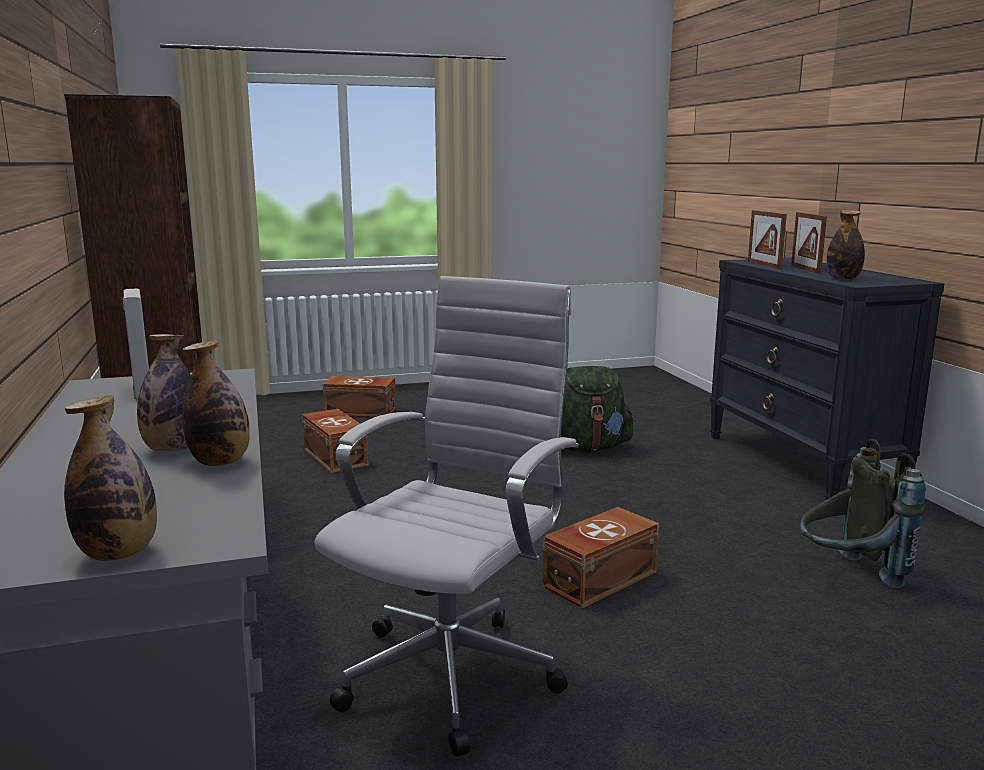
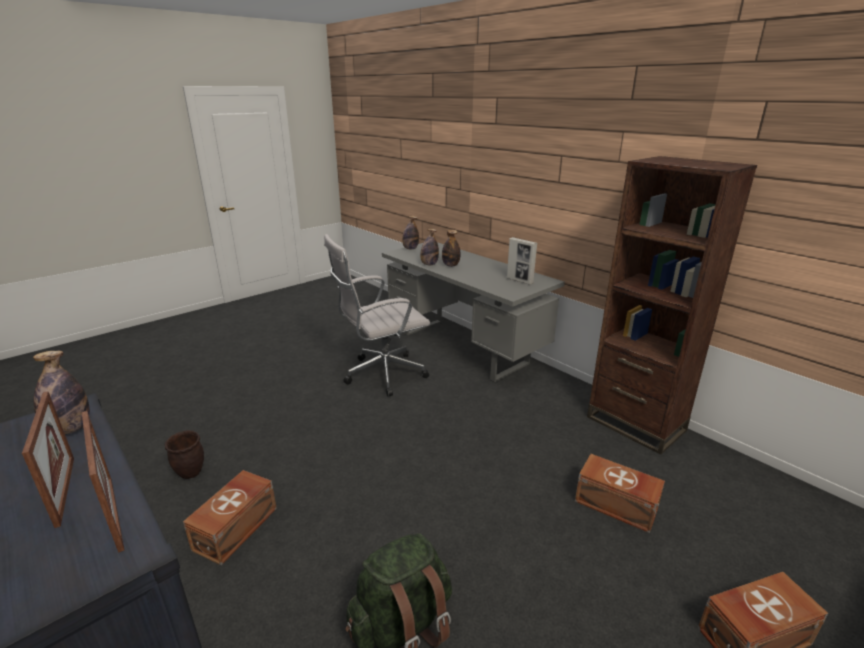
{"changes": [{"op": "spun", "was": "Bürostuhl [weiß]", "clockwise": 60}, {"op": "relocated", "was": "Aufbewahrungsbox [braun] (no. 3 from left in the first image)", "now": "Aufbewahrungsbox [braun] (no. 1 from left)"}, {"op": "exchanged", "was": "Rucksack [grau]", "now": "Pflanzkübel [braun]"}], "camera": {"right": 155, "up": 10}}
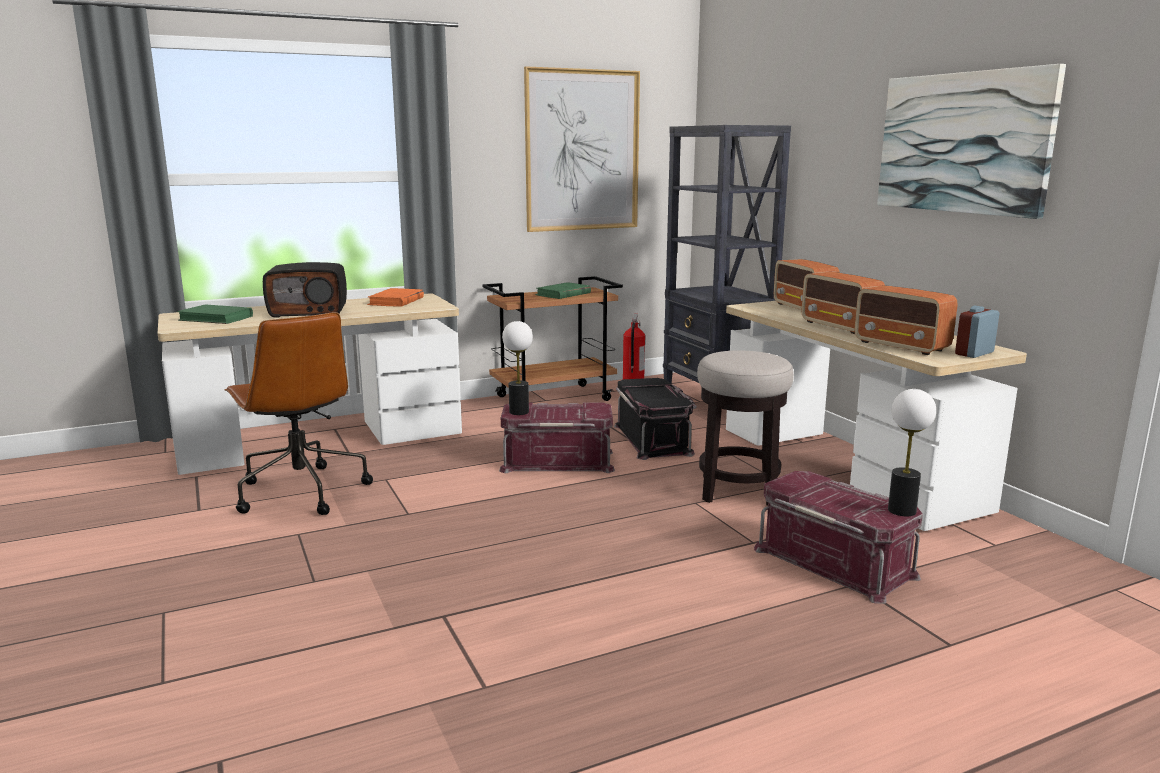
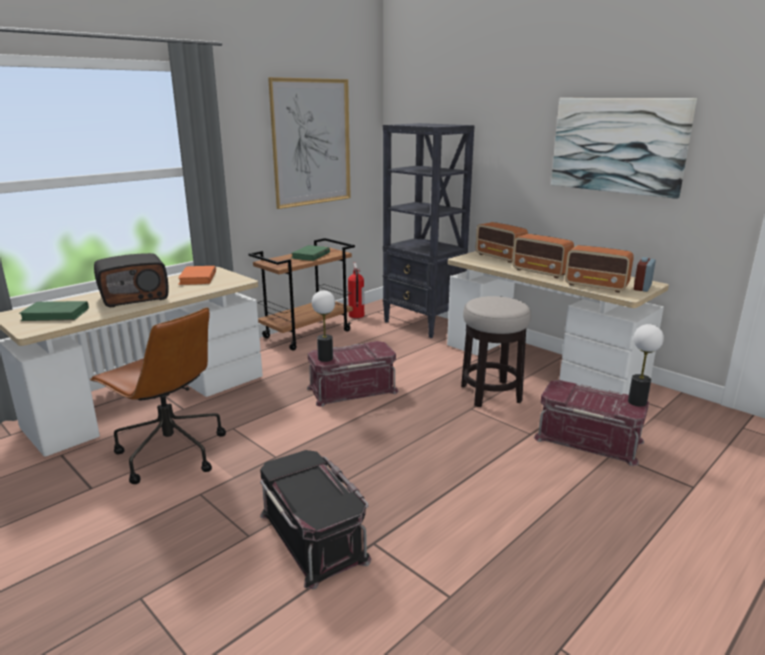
{"changes": [{"op": "relocated", "was": "Aufbewahrungsbox [schwarz]"}], "camera": {"right": -20, "up": 5}}
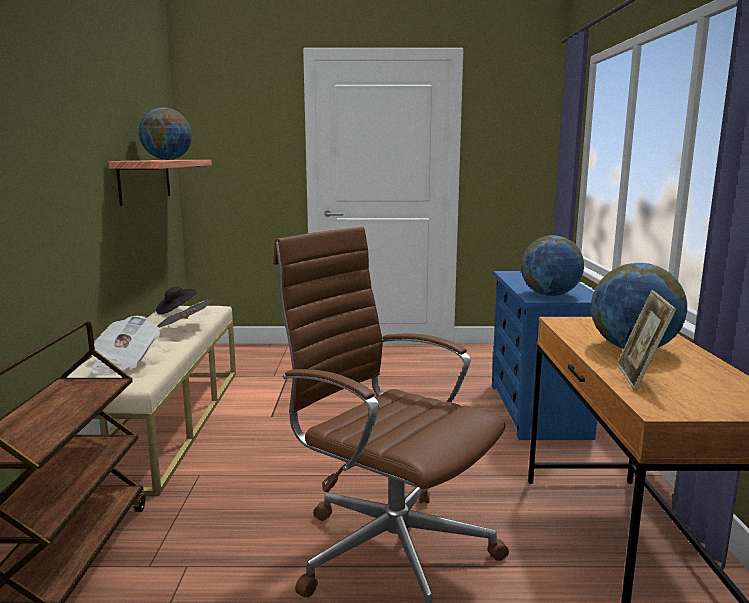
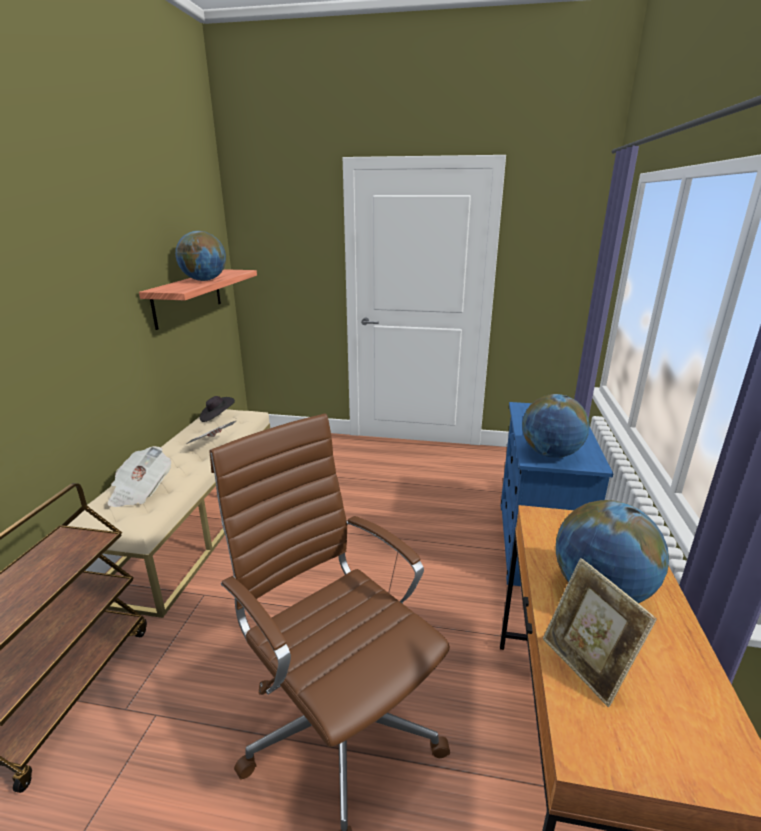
{"changes": [{"op": "spun", "was": "Bilderrahmen", "clockwise": -45}], "camera": {"right": 10, "up": 10}}
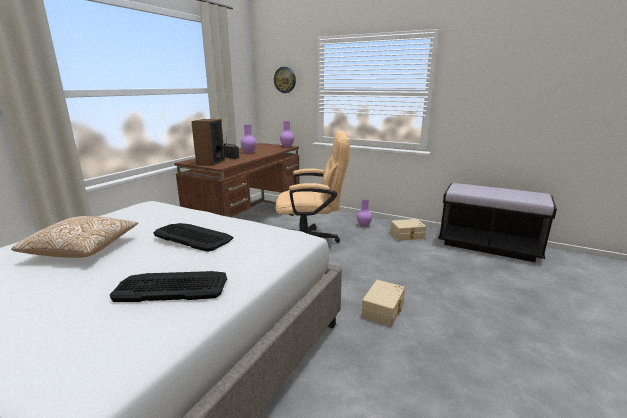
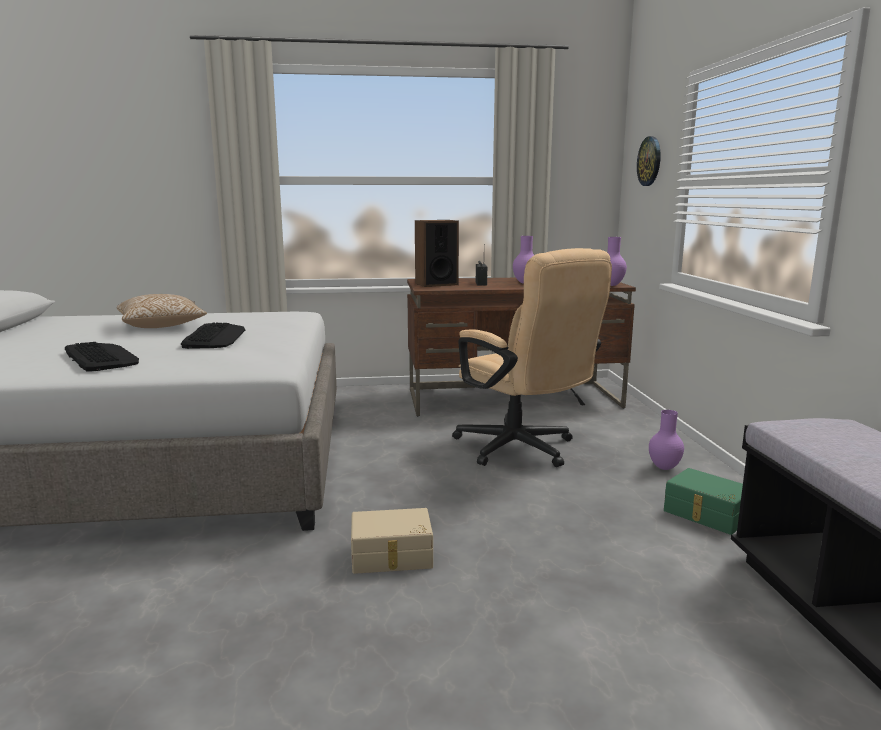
{"changes": [{"op": "colour", "was": "Aufbewahrungsbox [beige] (no. 2 from left)", "now": "Aufbewahrungsbox [grün]"}], "camera": {"right": 55, "up": -5}}
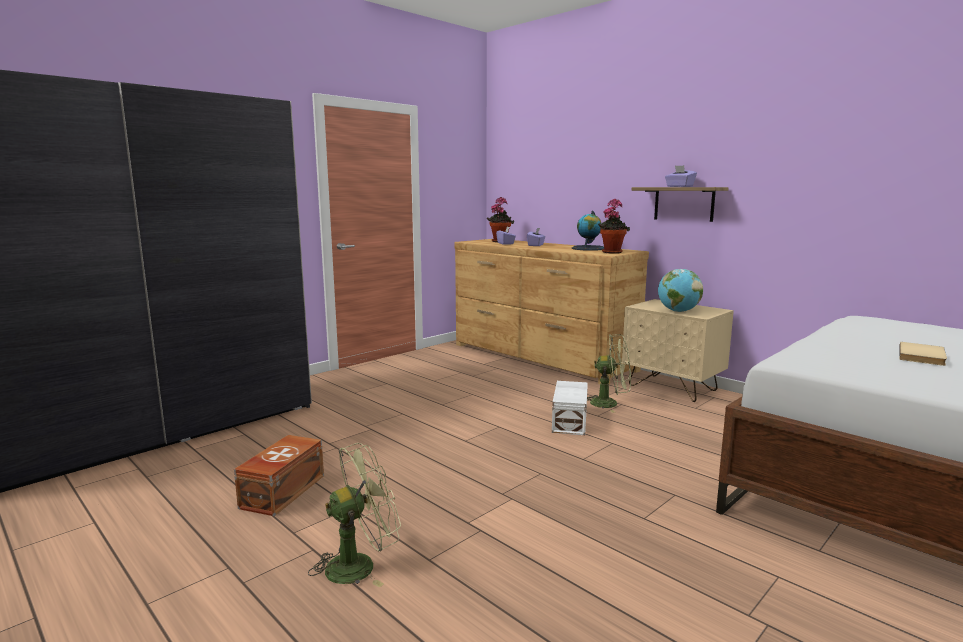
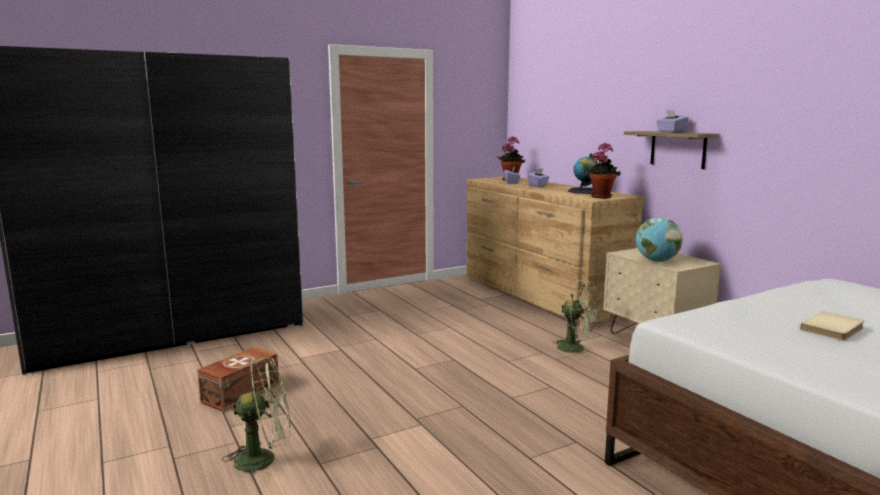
{"changes": [{"op": "missing", "was": "Aufbewahrungsbox [weiß]"}], "camera": {"right": 15, "up": 0}}
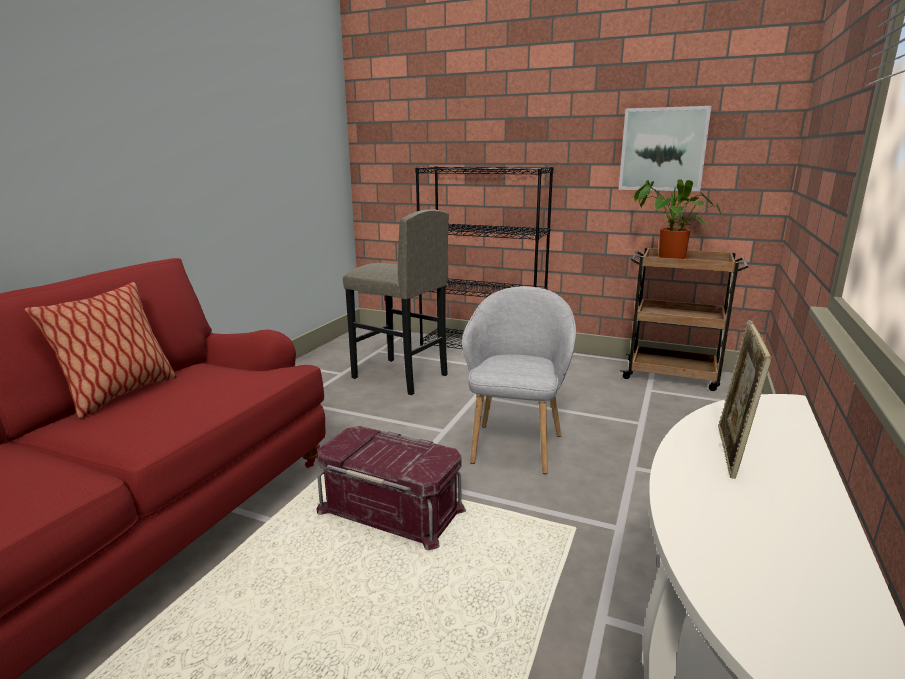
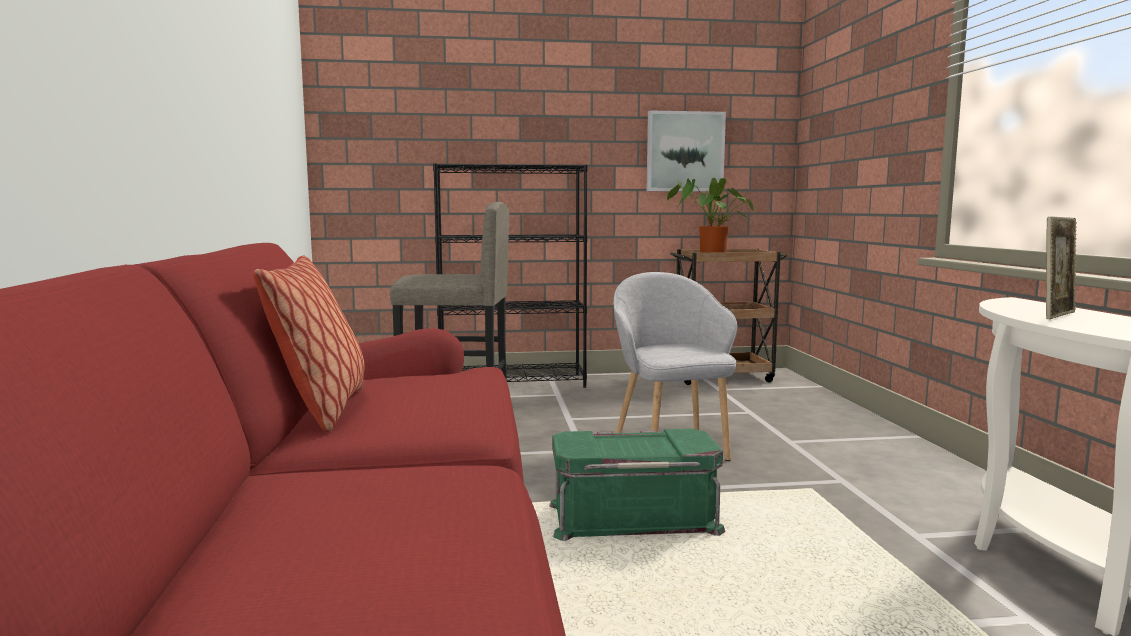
{"changes": [{"op": "colour", "was": "Aufbewahrungsbox [rot]", "now": "Aufbewahrungsbox [grün]"}, {"op": "spun", "was": "Bilderrahmen", "clockwise": -120}], "camera": {"right": -30, "up": -10}}
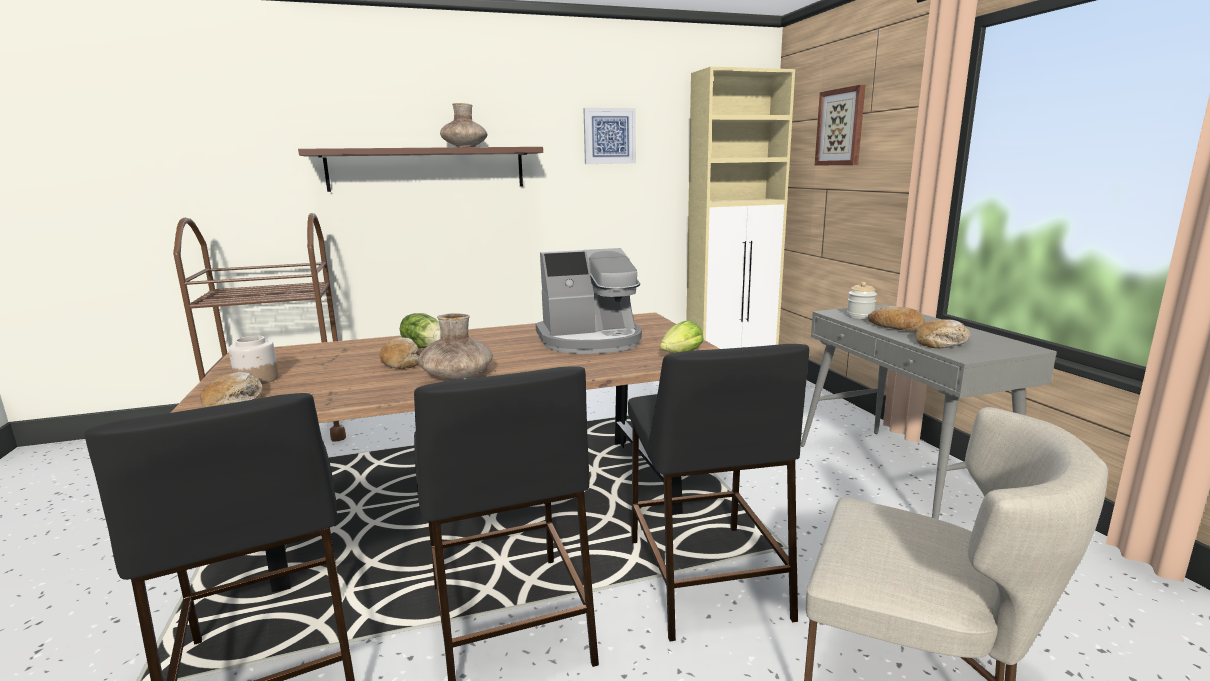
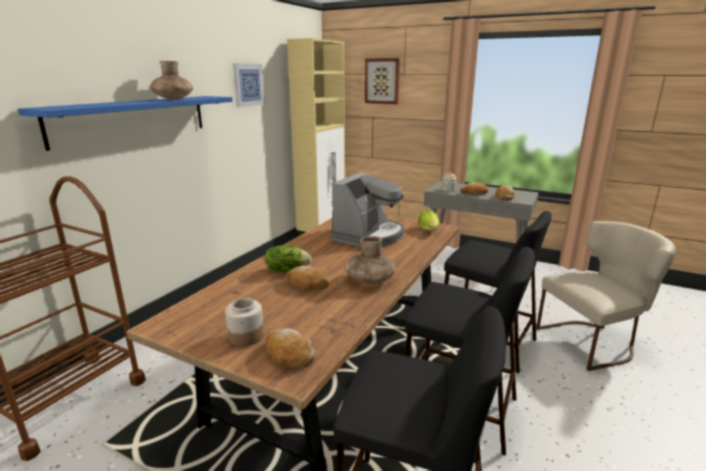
{"changes": [{"op": "colour", "was": "Wandregal [braun]", "now": "Wandregal [blau]"}], "camera": {"right": -45, "up": 5}}
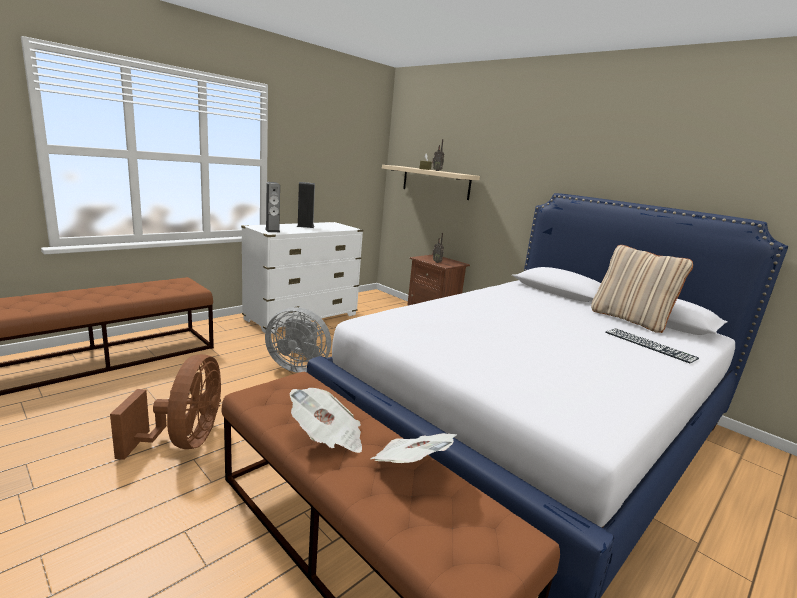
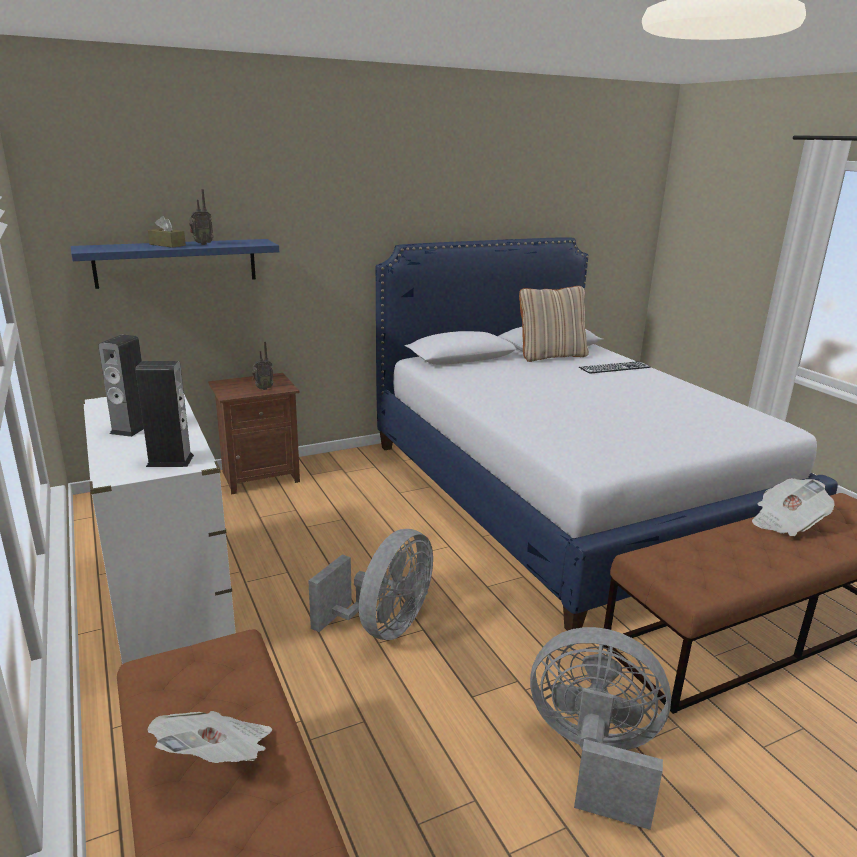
{"changes": [{"op": "colour", "was": "Ventilator [braun]", "now": "Ventilator [grau] (no. 2 from left)"}, {"op": "relocated", "was": "Zeitung (no. 1 from left)"}, {"op": "colour", "was": "Wandregal [beige]", "now": "Wandregal [blau]"}], "camera": {"right": -70, "up": 5}}
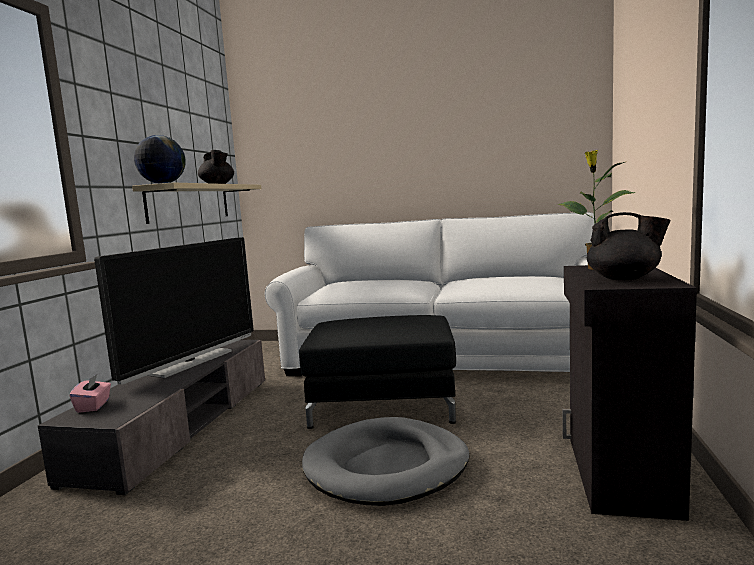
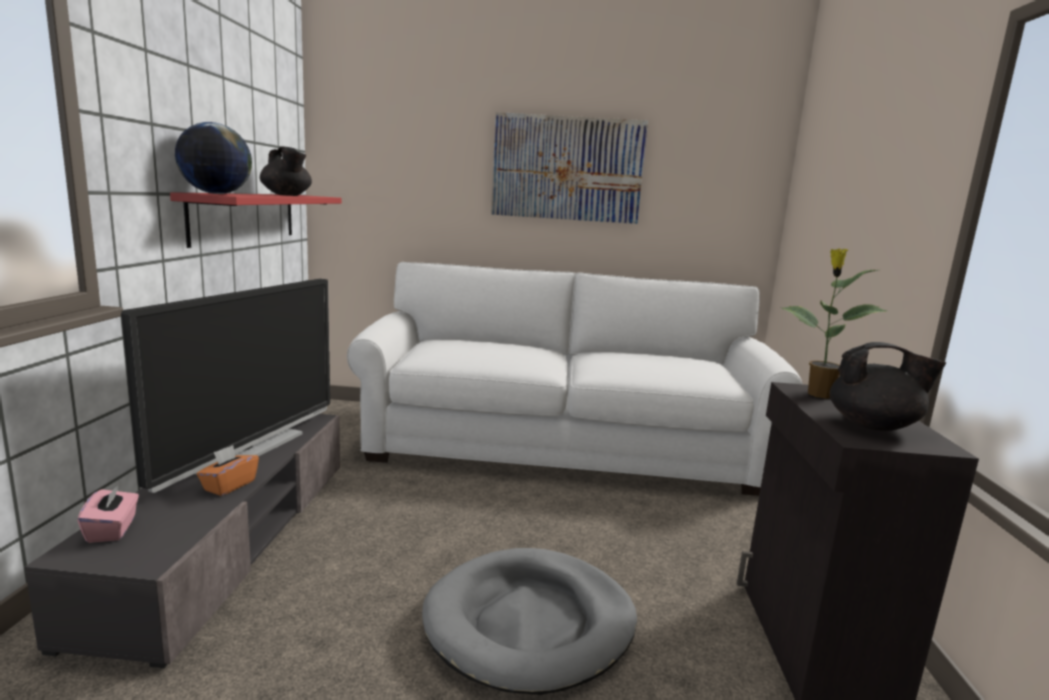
{"changes": [{"op": "colour", "was": "Wandregal [beige]", "now": "Wandregal [rot]"}, {"op": "missing", "was": "Polsterhocker [schwarz]"}, {"op": "appeared", "now": "Taschentuchbox [orange]"}, {"op": "appeared", "now": "Bild"}], "camera": {"right": -10, "up": 5}}
